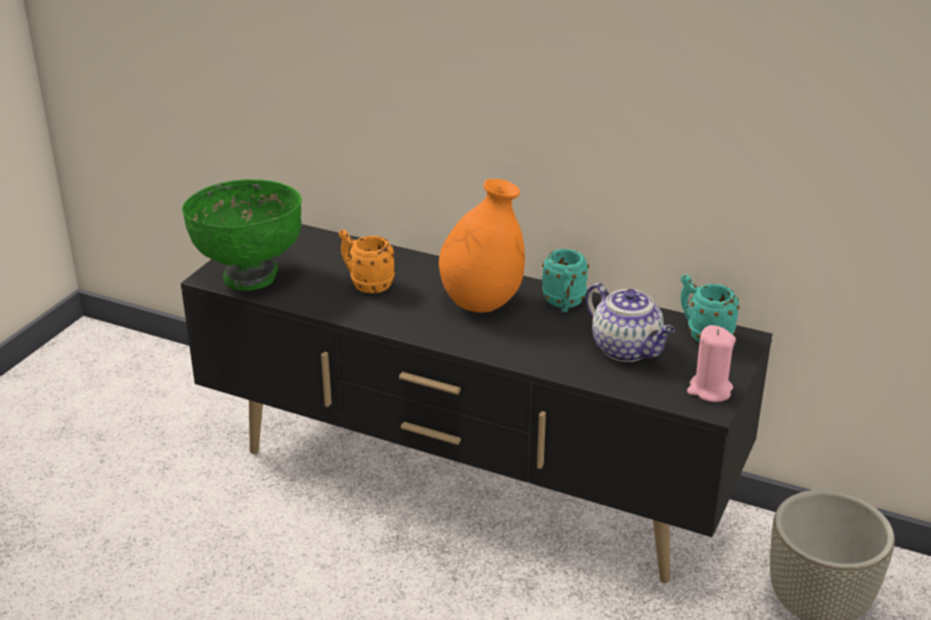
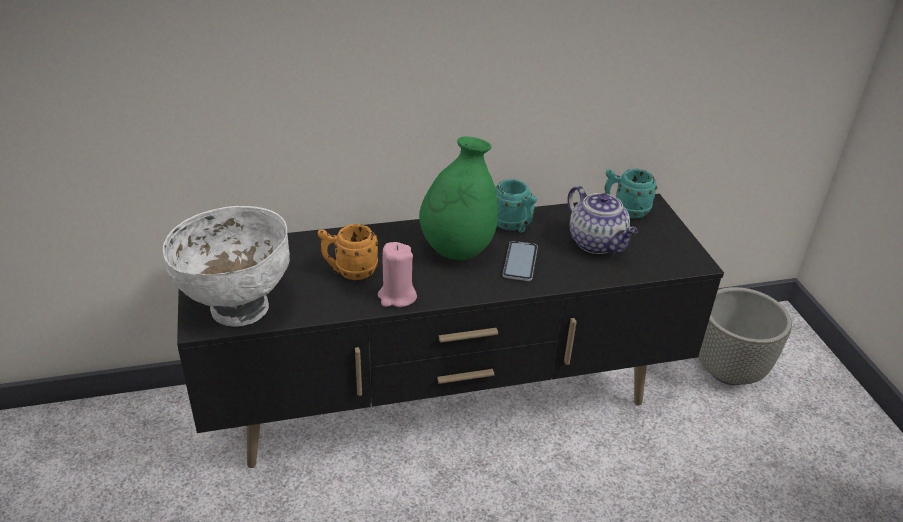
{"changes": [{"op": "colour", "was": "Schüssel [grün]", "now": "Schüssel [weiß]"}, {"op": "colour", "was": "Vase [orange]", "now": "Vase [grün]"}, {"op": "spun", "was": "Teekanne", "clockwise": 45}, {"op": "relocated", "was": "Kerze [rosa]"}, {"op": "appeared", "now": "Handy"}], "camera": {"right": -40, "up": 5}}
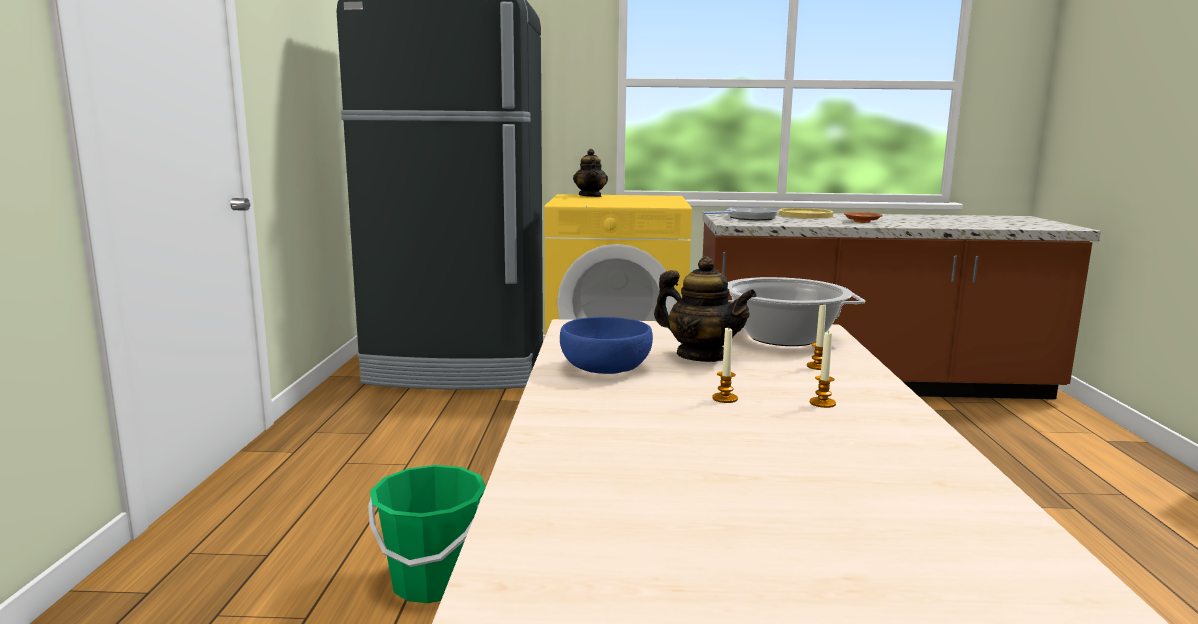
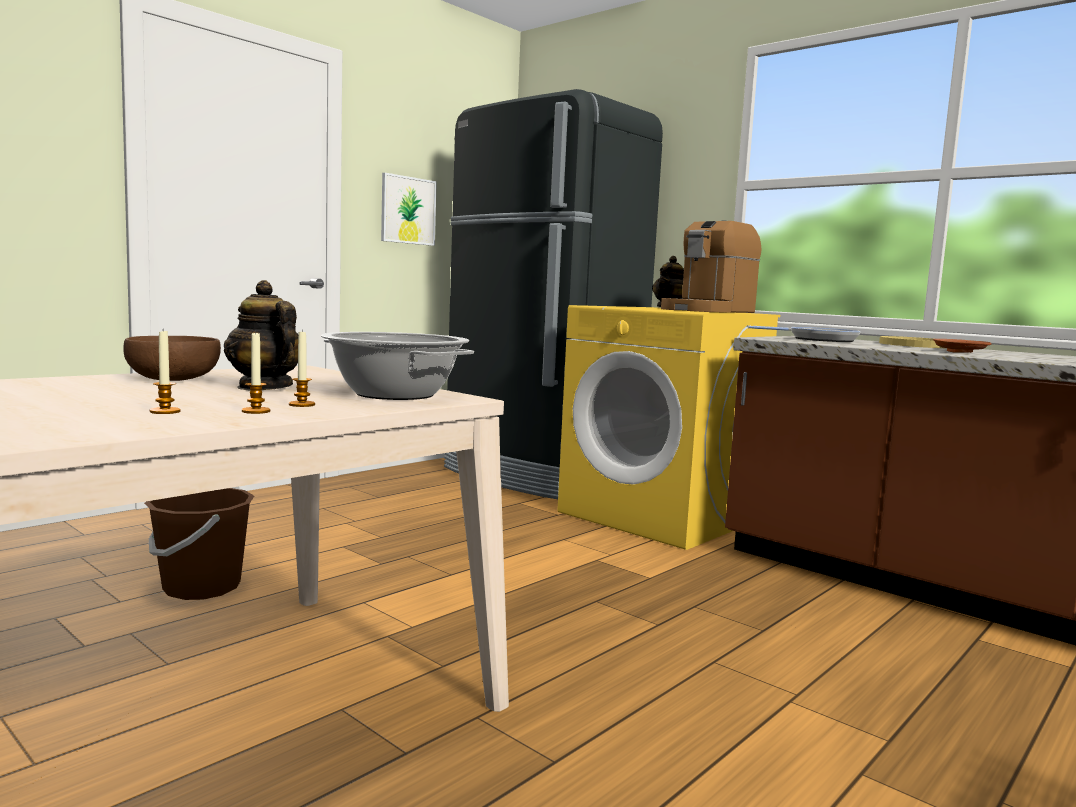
{"changes": [{"op": "colour", "was": "Eimer [grün]", "now": "Eimer [braun]"}, {"op": "colour", "was": "Schüssel [blau]", "now": "Schüssel [braun]"}, {"op": "spun", "was": "Teekanne (no. 2 from left in the first image)", "clockwise": 150}, {"op": "relocated", "was": "Kerze (no. 1 from left in the first image)", "now": "Kerze (no. 2 from left)"}, {"op": "appeared", "now": "Bild"}, {"op": "appeared", "now": "Kaffeemaschine"}], "camera": {"right": 40, "up": -5}}
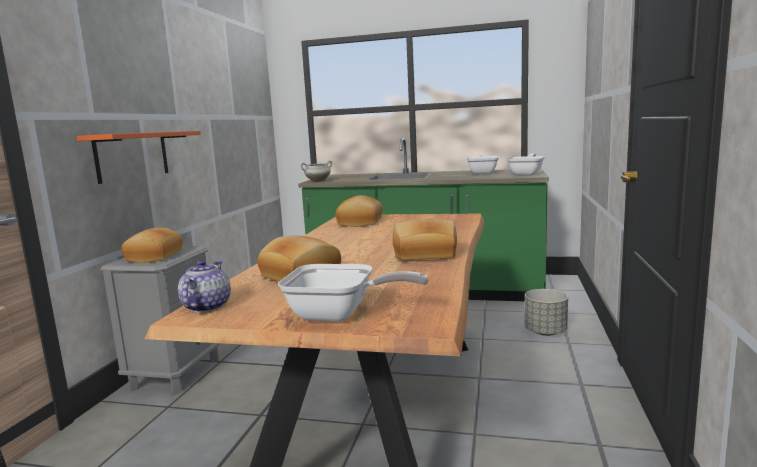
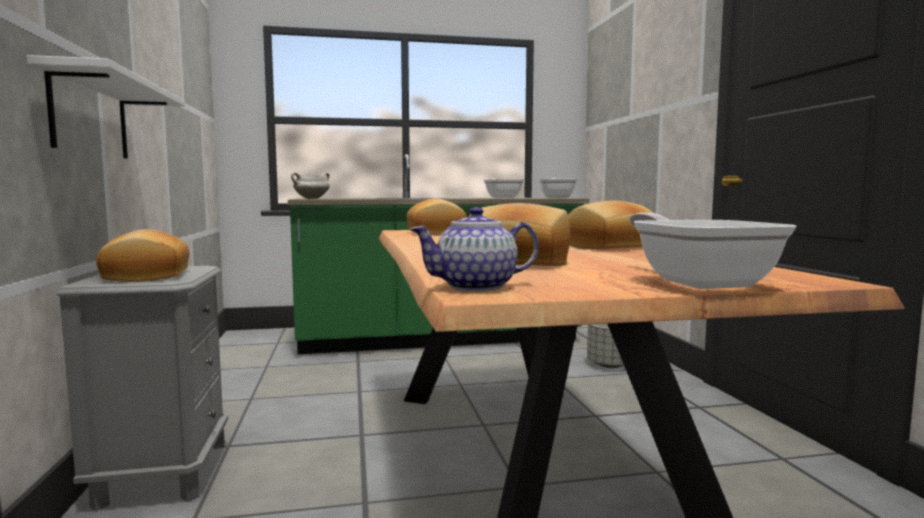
{"changes": [{"op": "colour", "was": "Wandregal [orange]", "now": "Wandregal [weiß]"}, {"op": "spun", "was": "Teekanne", "clockwise": -90}, {"op": "spun", "was": "Pfanne (no. 1 from left in the first image)", "clockwise": -90}], "camera": {"right": -25, "up": -5}}
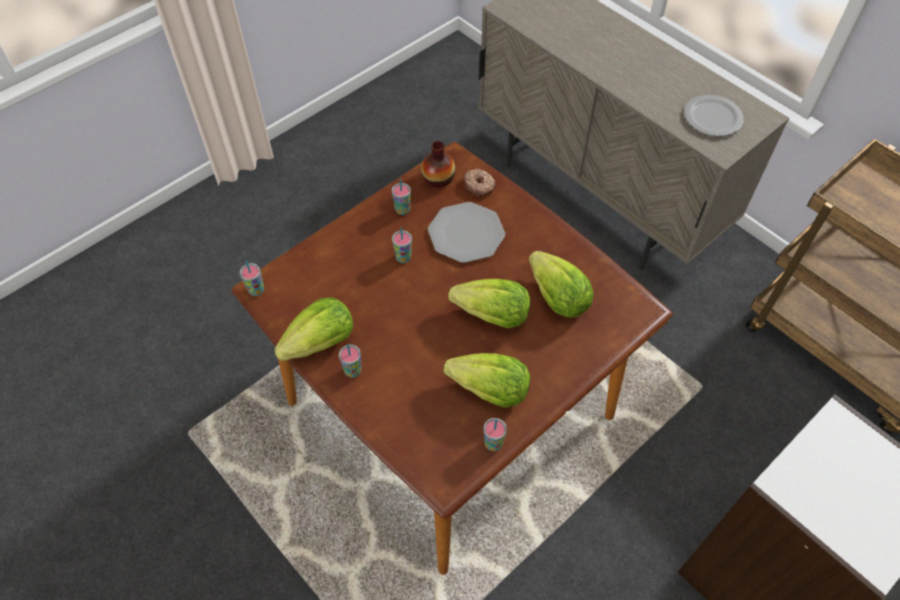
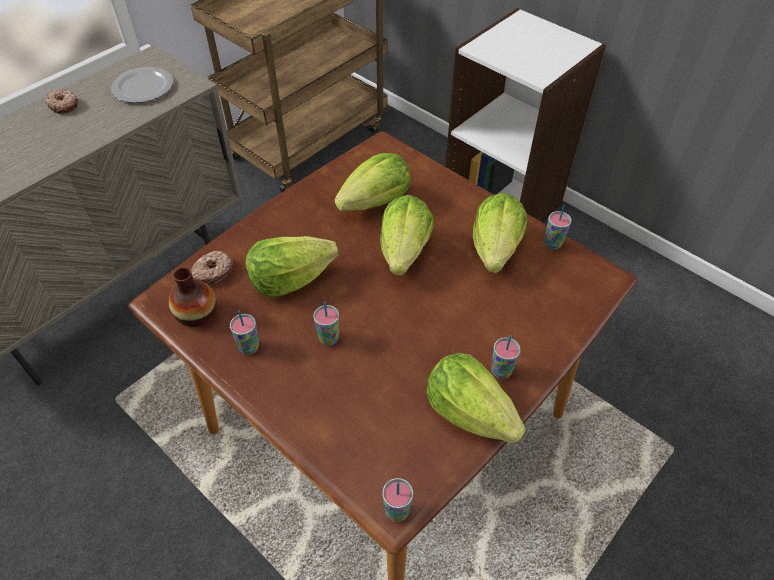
{"changes": [{"op": "exchanged", "was": "Teller (no. 1 from left)", "now": "Salatkopf (no. 1 from left)"}, {"op": "appeared", "now": "Donut (no. 1 from left)"}], "camera": {"right": -95, "up": -5}}
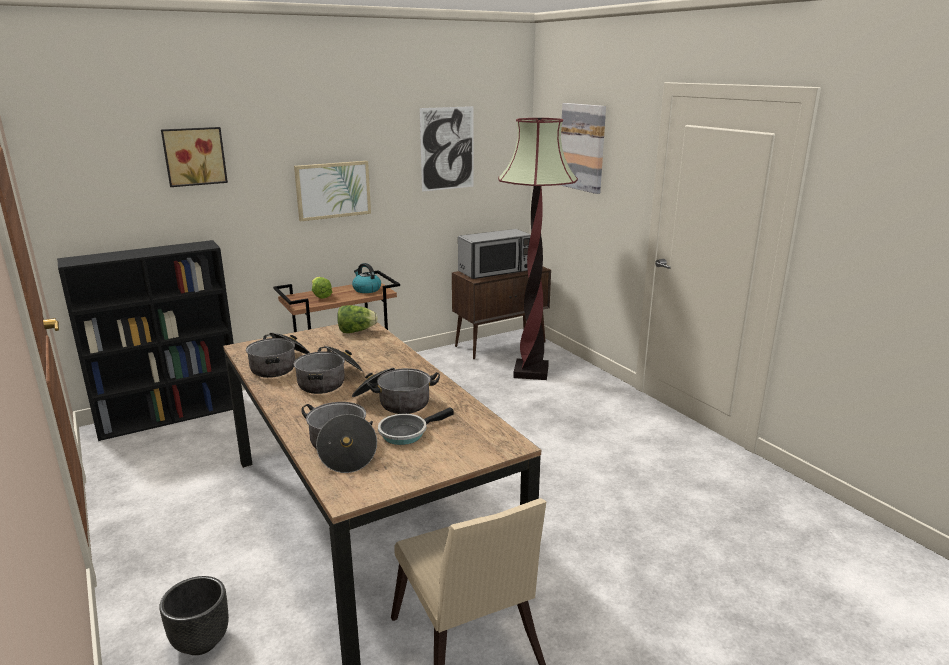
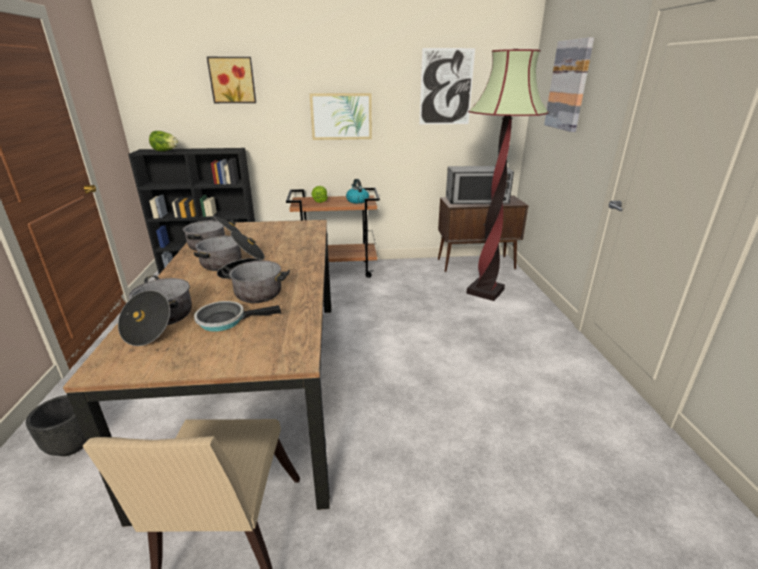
{"changes": [{"op": "relocated", "was": "Salatkopf (no. 2 from left in the first image)", "now": "Salatkopf (no. 1 from left)"}], "camera": {"right": 25, "up": 5}}
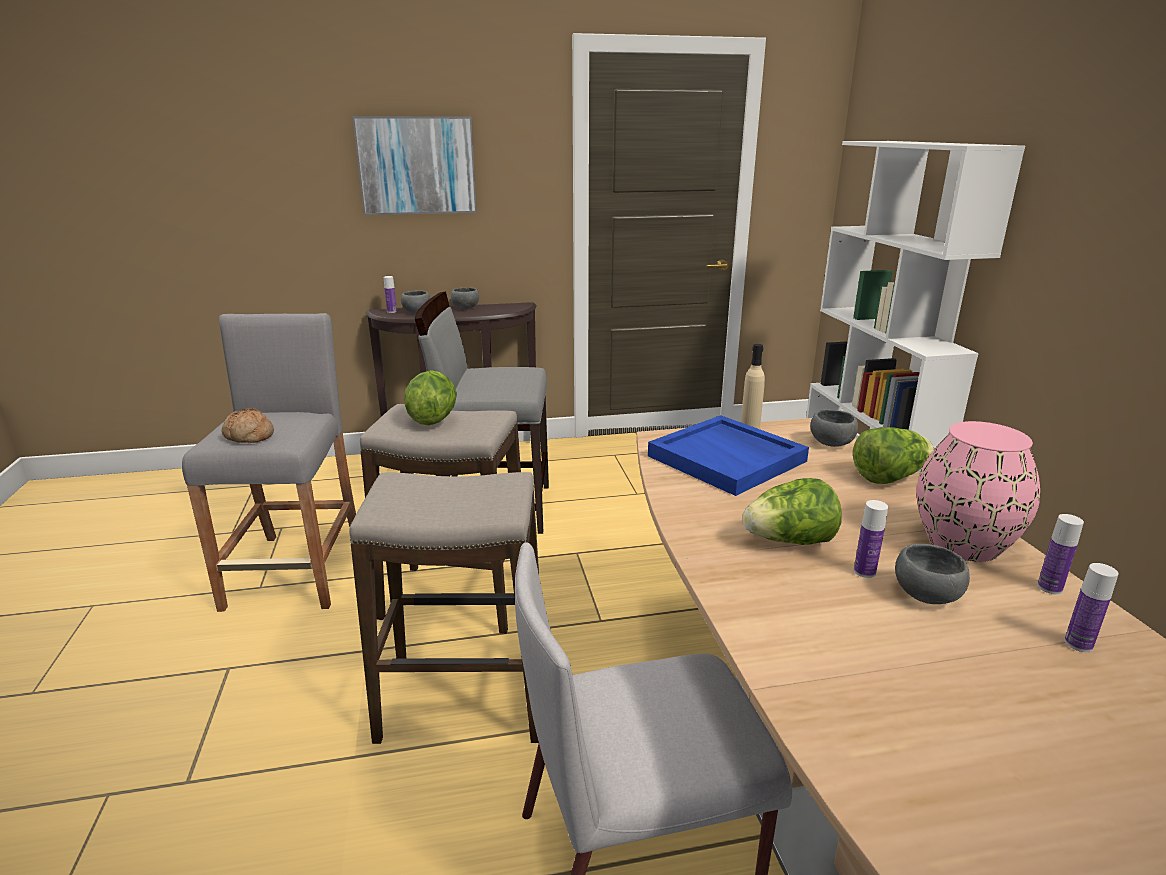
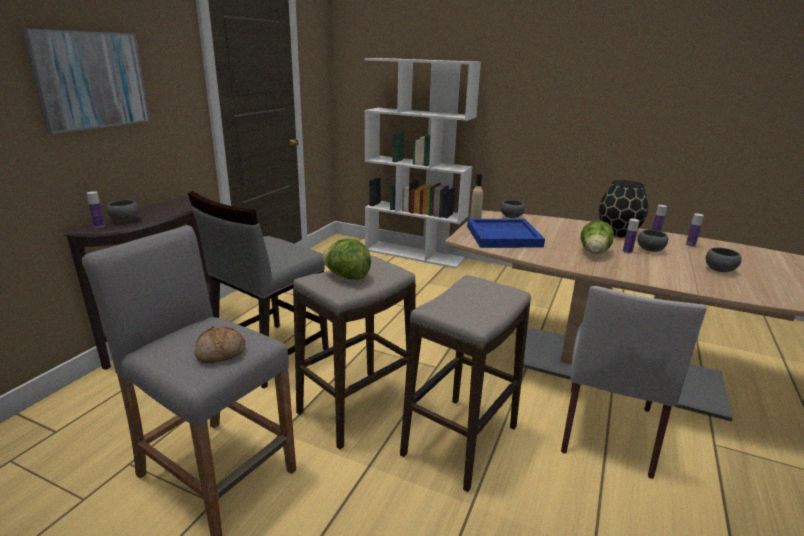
{"changes": [{"op": "relocated", "was": "Schüssel [grau] (no. 2 from left in the first image)", "now": "Schüssel [grau] (no. 4 from left)"}, {"op": "missing", "was": "Salatkopf (no. 3 from left)"}, {"op": "colour", "was": "Vase [rosa]", "now": "Vase [schwarz]"}], "camera": {"right": -55, "up": 0}}
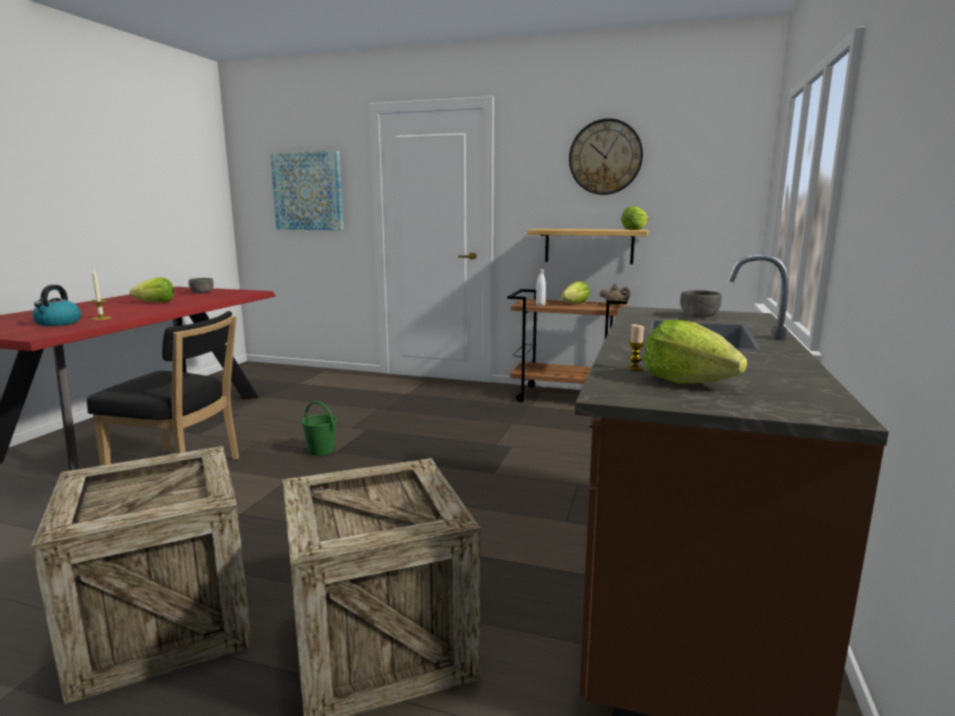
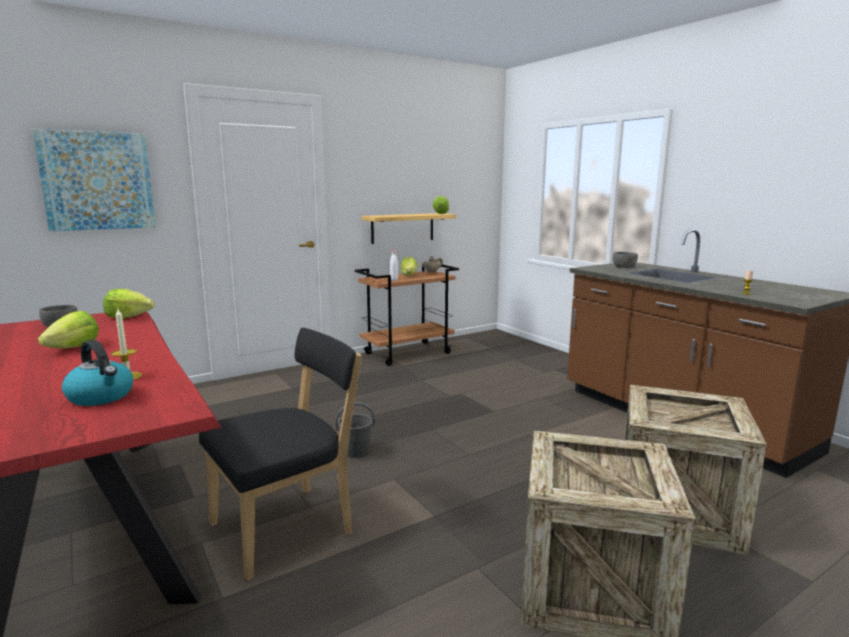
{"changes": [{"op": "colour", "was": "Eimer [grün]", "now": "Eimer [grau]"}, {"op": "missing", "was": "Wanduhr"}, {"op": "relocated", "was": "Salatkopf (no. 4 from left in the first image)", "now": "Salatkopf (no. 2 from left)"}], "camera": {"right": -50, "up": 0}}
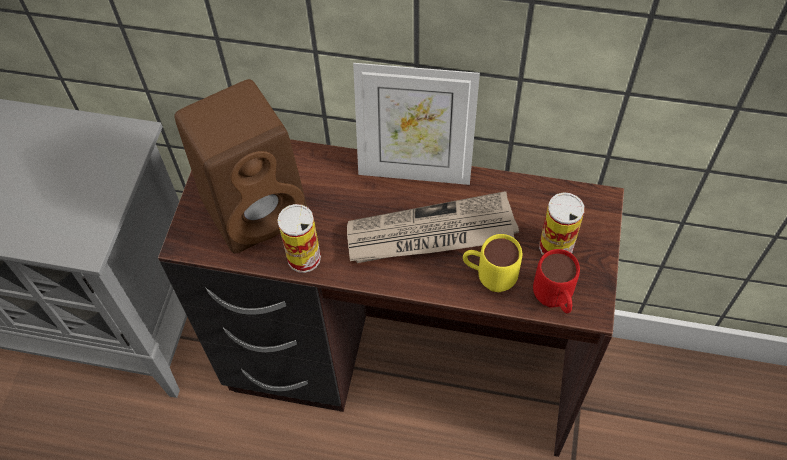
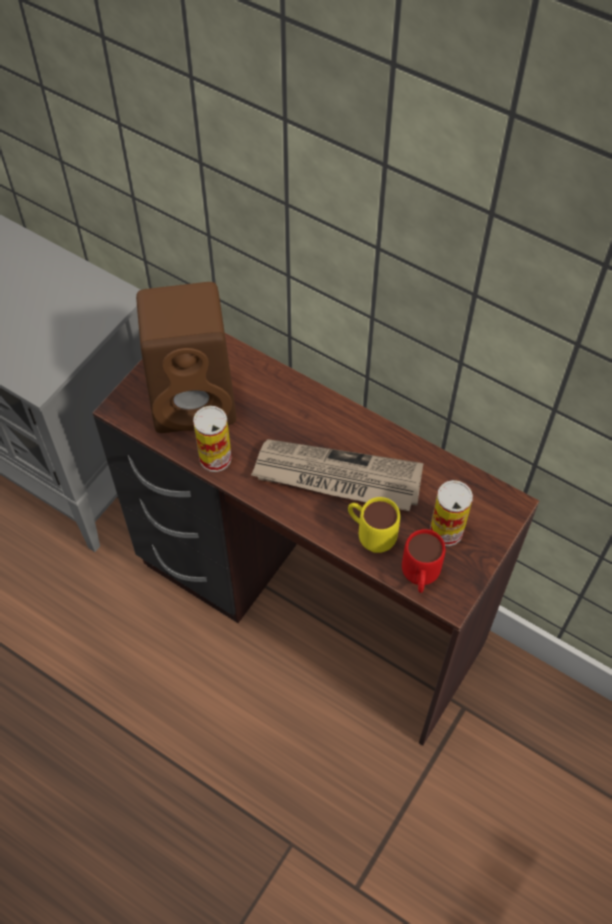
{"changes": [{"op": "missing", "was": "Bilderrahmen"}], "camera": {"right": 20, "up": 0}}
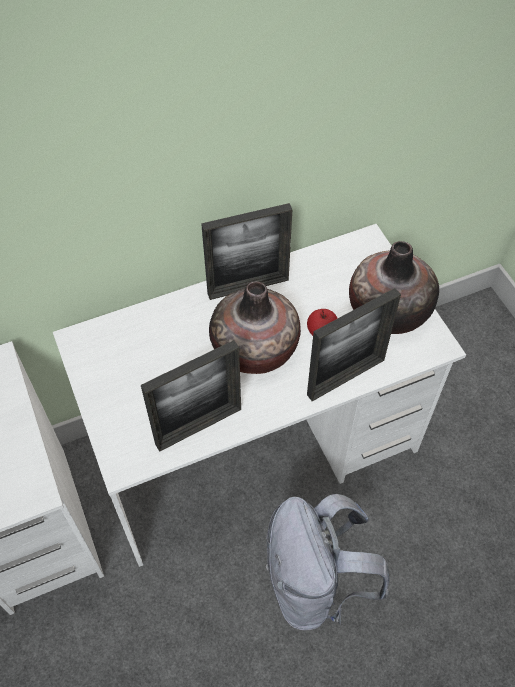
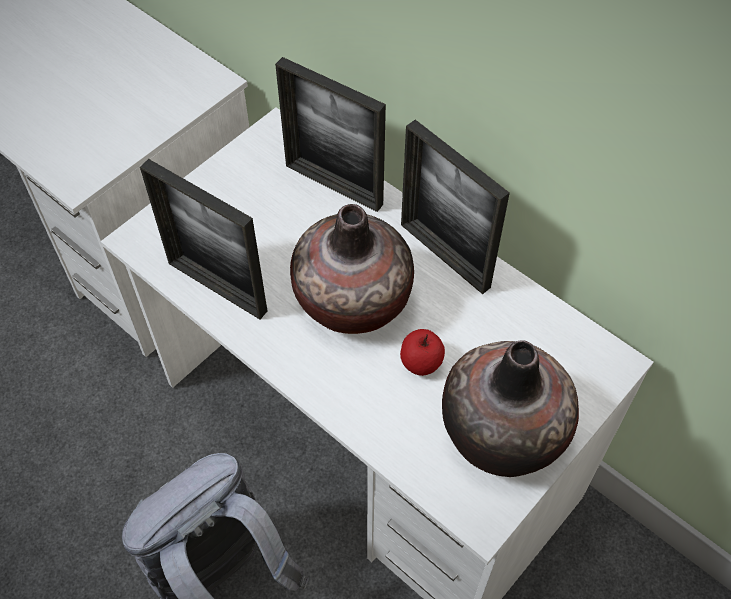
{"changes": [{"op": "relocated", "was": "Bilderrahmen (no. 3 from left in the first image)", "now": "Bilderrahmen (no. 2 from left)"}], "camera": {"right": 65, "up": 0}}
